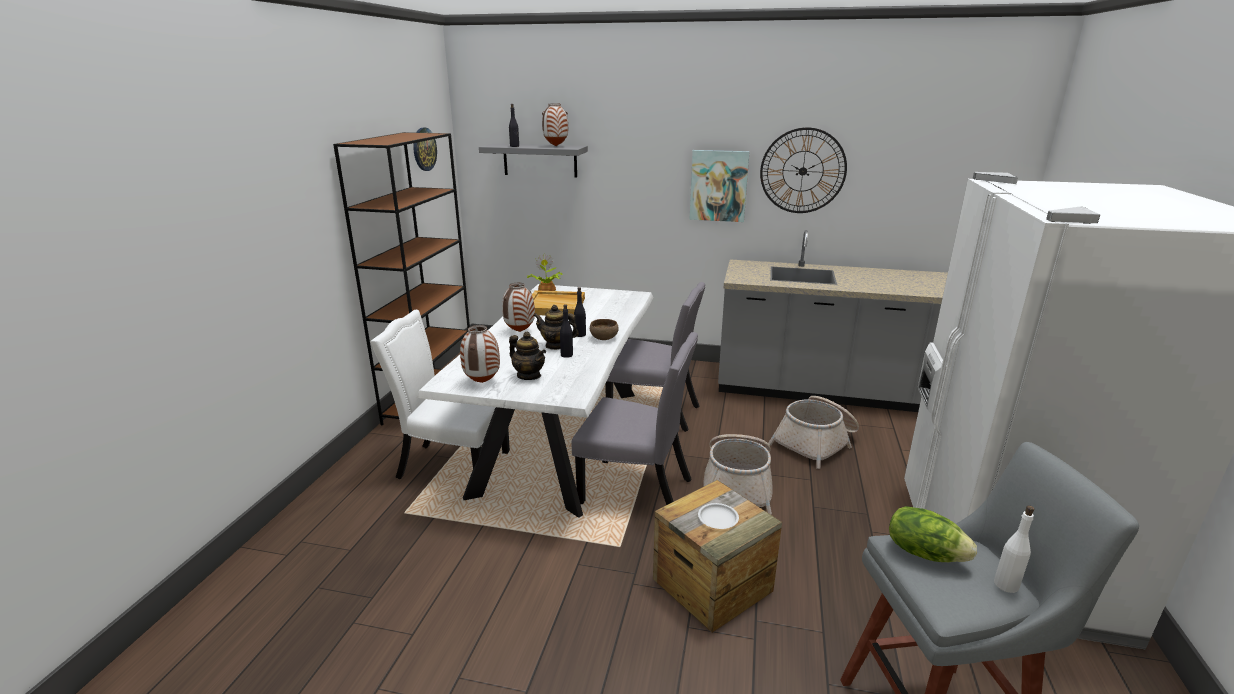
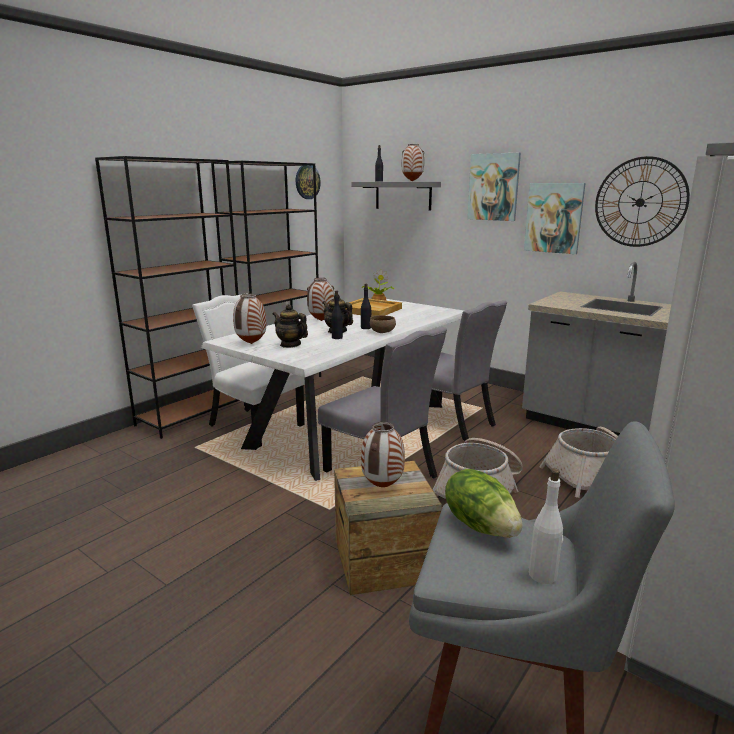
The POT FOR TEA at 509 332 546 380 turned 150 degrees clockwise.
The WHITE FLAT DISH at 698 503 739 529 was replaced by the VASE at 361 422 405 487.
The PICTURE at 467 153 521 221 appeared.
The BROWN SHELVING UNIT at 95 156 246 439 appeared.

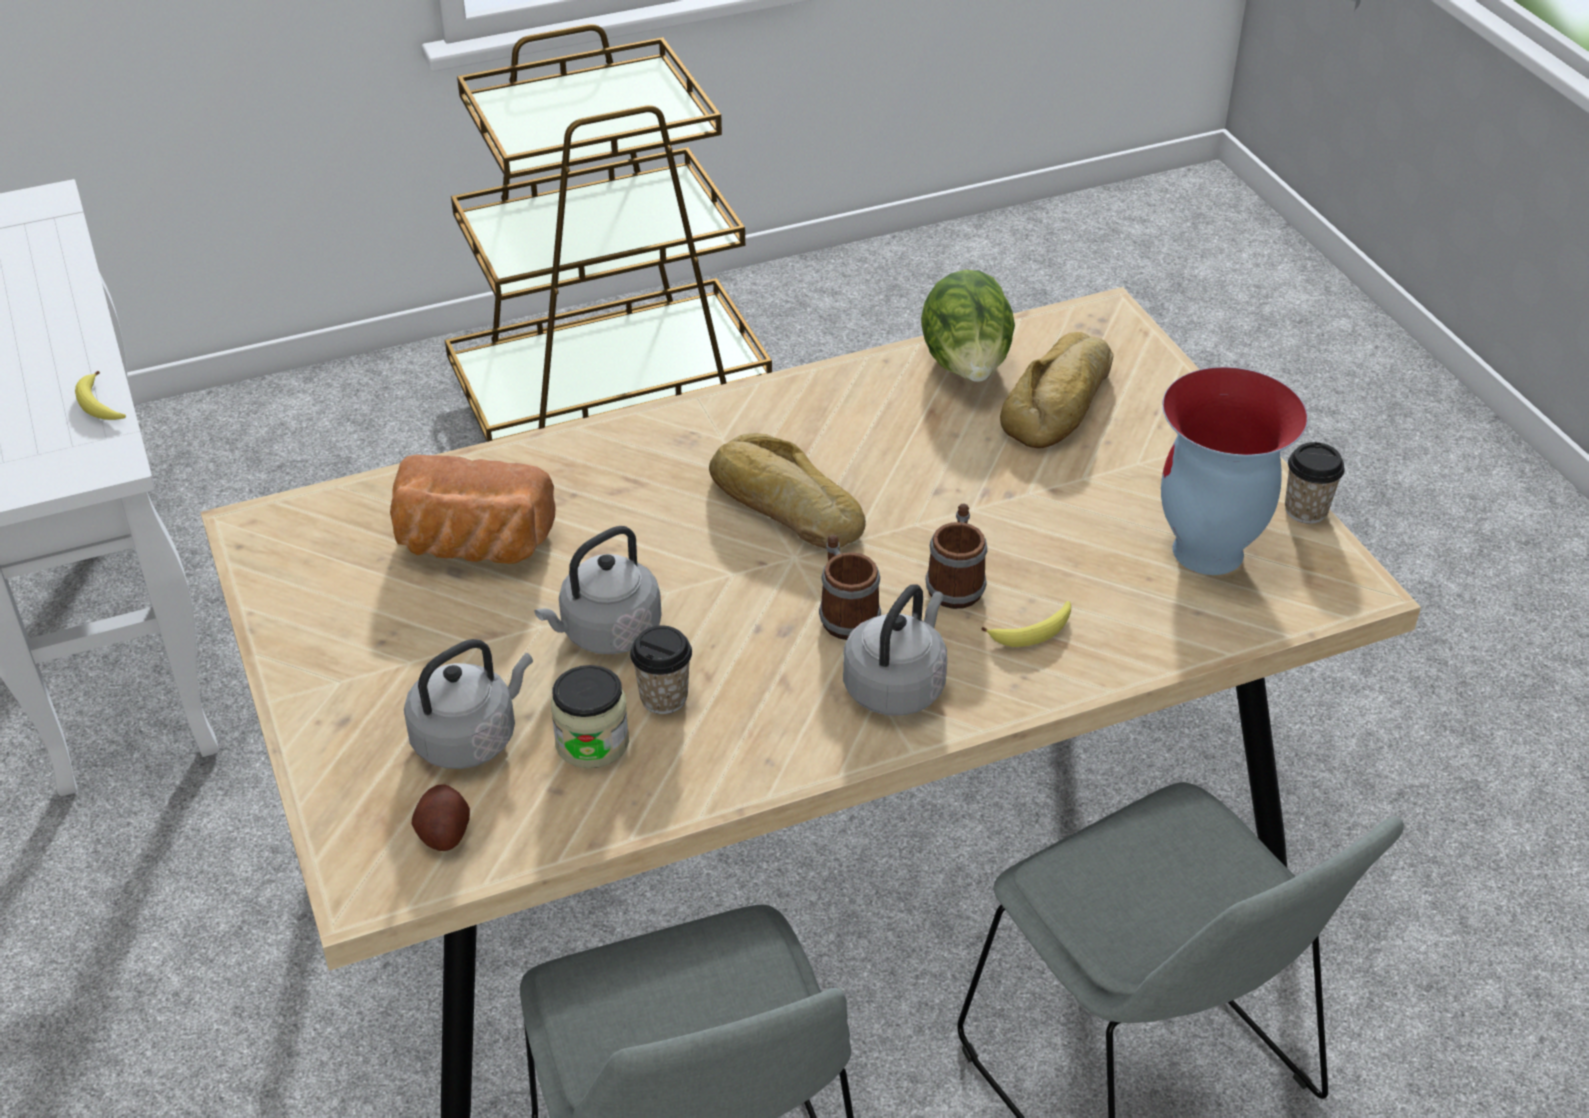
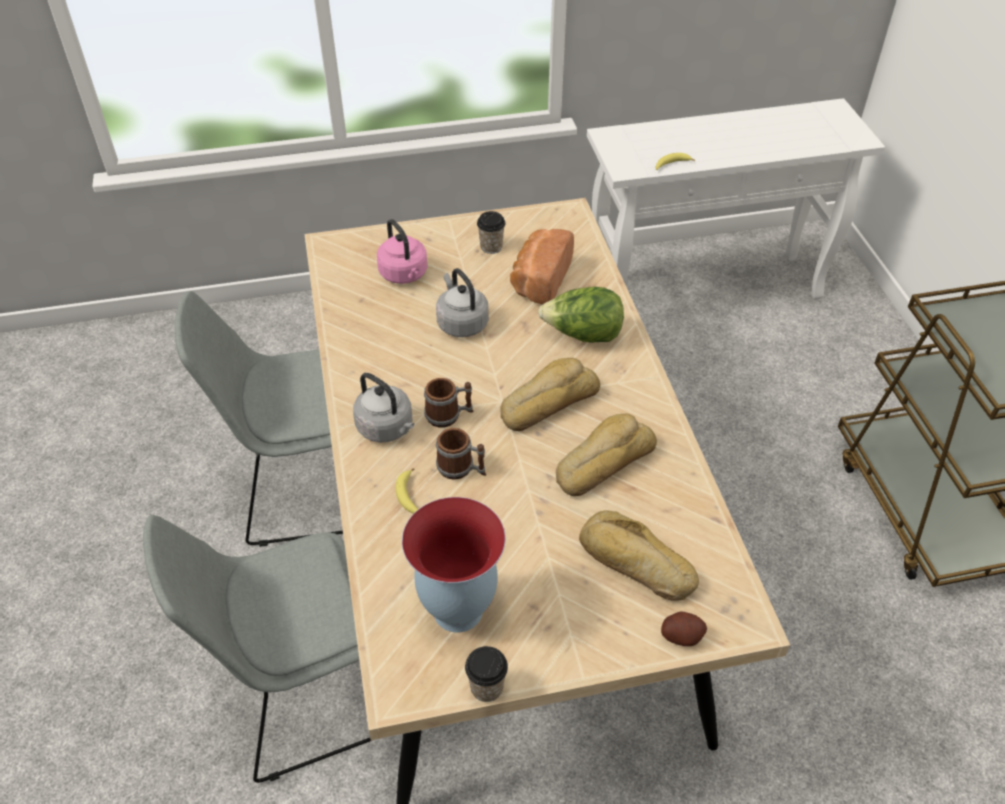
The HEAD OF LETTUCE moved from 921 270 1015 382 to 538 287 624 343.
The SMALL CUP moved from 630 626 692 714 to 477 211 506 254.
The GREYISH KETTLE at 404 639 533 769 became the PINK-COLOURED KETTLE at 377 219 427 284.
The PRESERVE JAR at 551 665 629 769 disappeared.
The POTATO moved from 412 784 470 851 to 661 611 707 646.
The BREAD at 556 414 657 496 appeared.

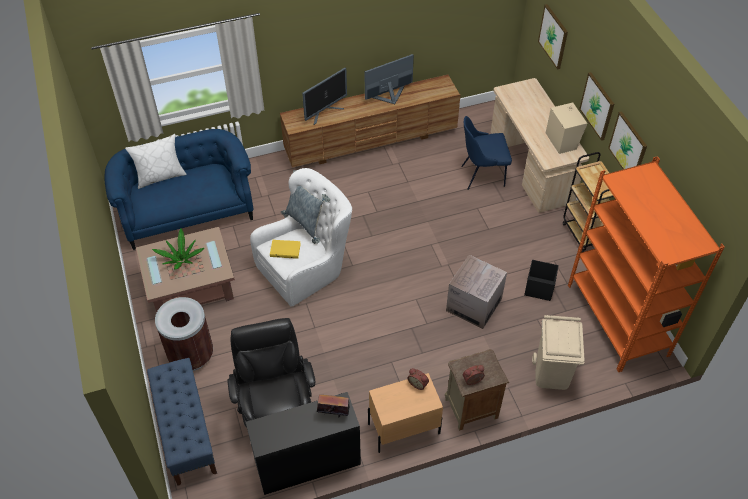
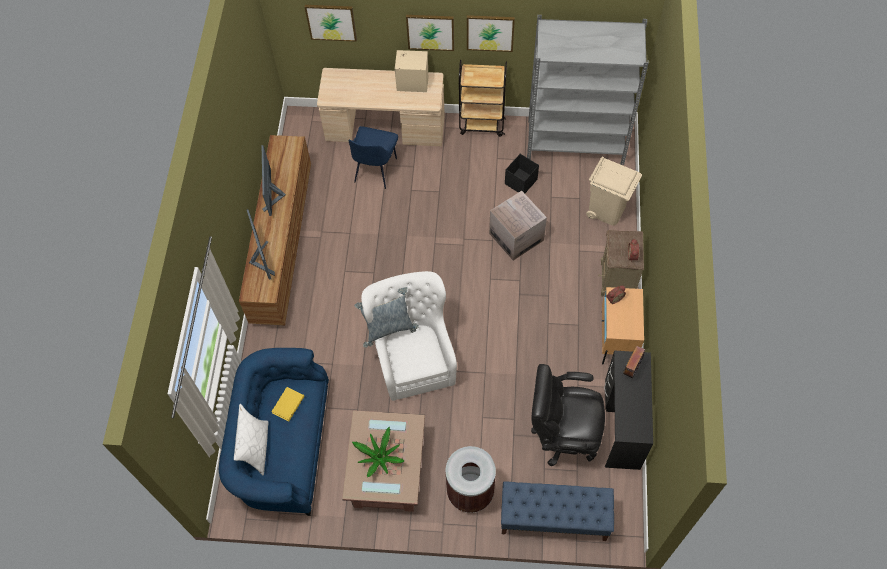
The ORANGEY SHELVING UNIT at 568 156 725 372 became the GREYISH SHELVING UNIT at 527 15 649 165.
The YELLOW-COLOURED VOLUME moved from 270 240 301 259 to 271 387 304 422.

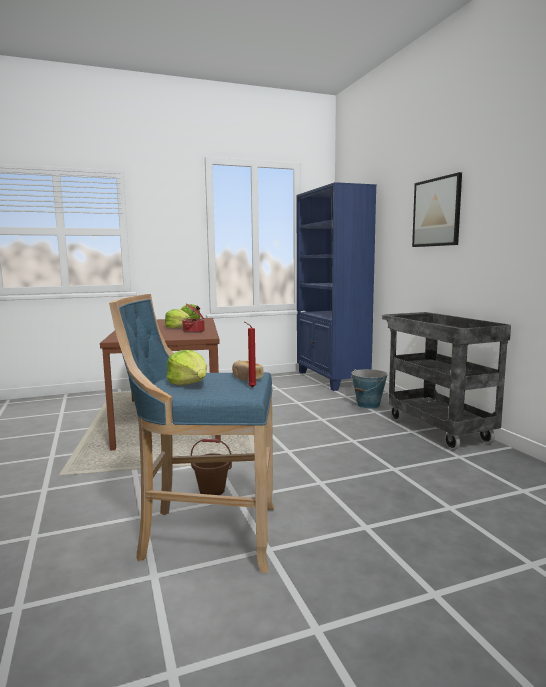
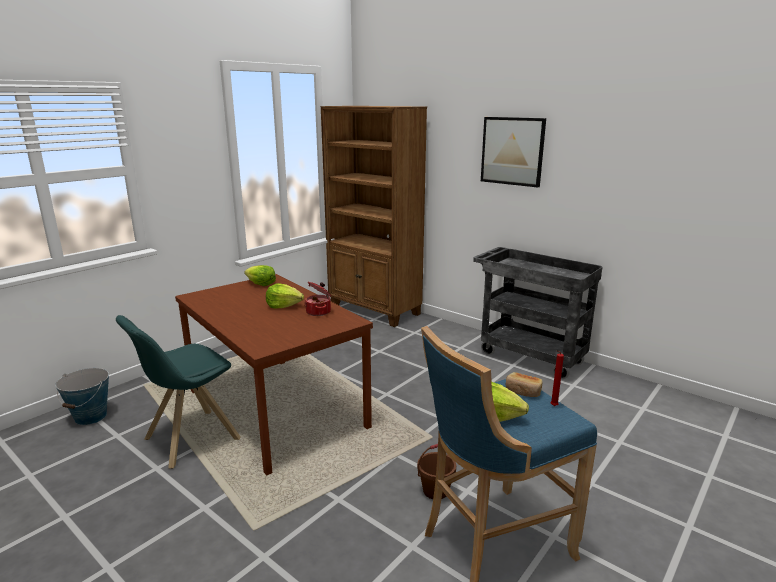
The BLUISH SHELVING UNIT at 297 182 377 391 became the BROWN SHELVING UNIT at 321 106 427 327.
The PAIL moved from 350 369 388 409 to 55 368 109 425.
The BLUE-GREEN UPRIGHT CHAIR at 116 315 240 469 appeared.

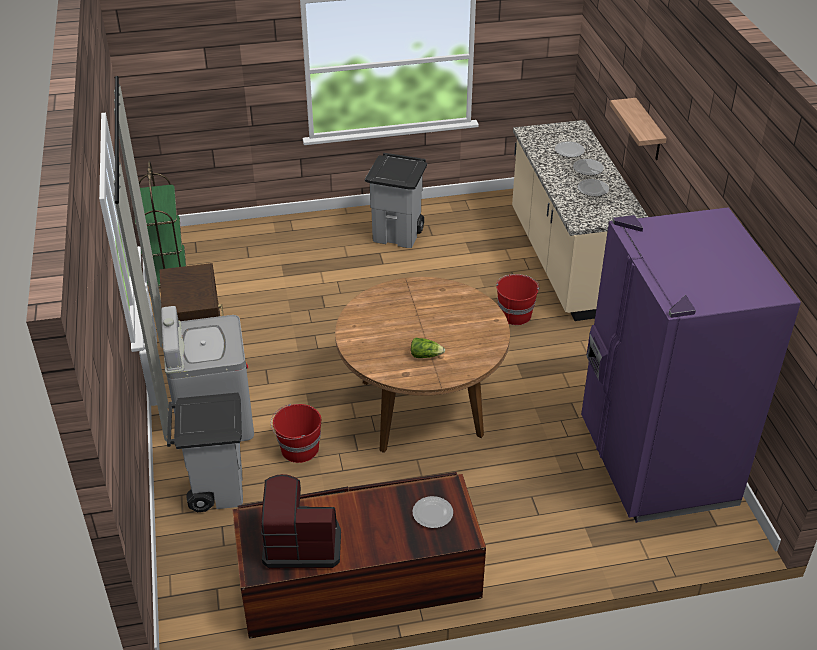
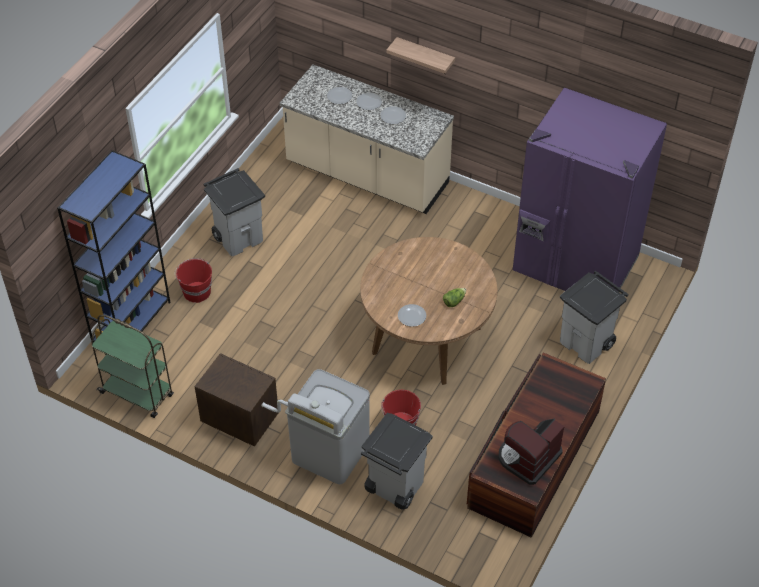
The RED-COLOURED PAIL moved from 496 274 540 325 to 175 258 212 303.
The FLAT DISH moved from 412 496 453 528 to 398 304 426 327.
The BLUISH SHELVING UNIT at 57 150 171 343 appeared.
The GREYISH WASTE BIN at 560 271 628 364 appeared.

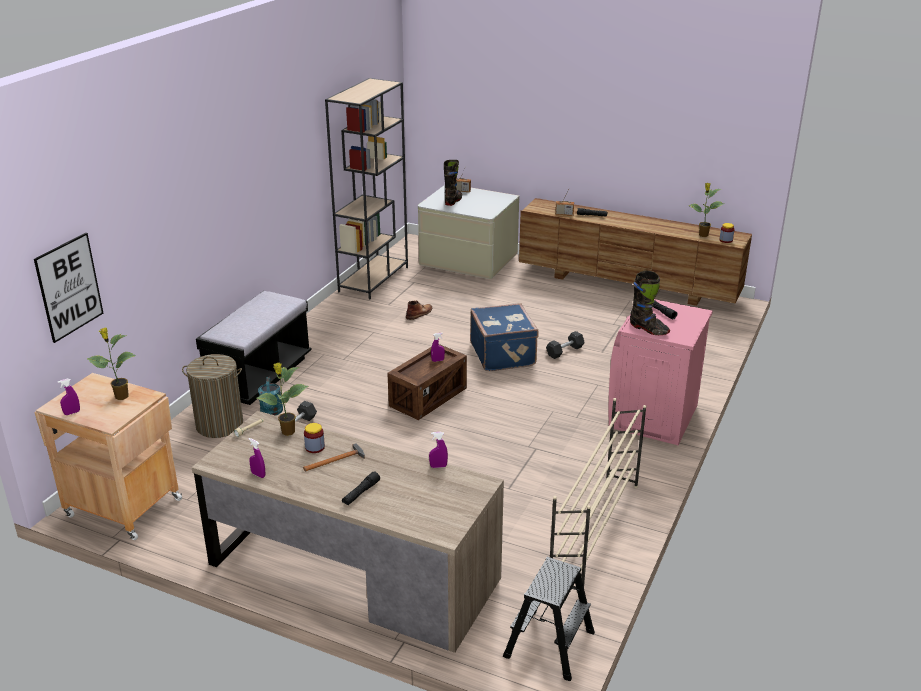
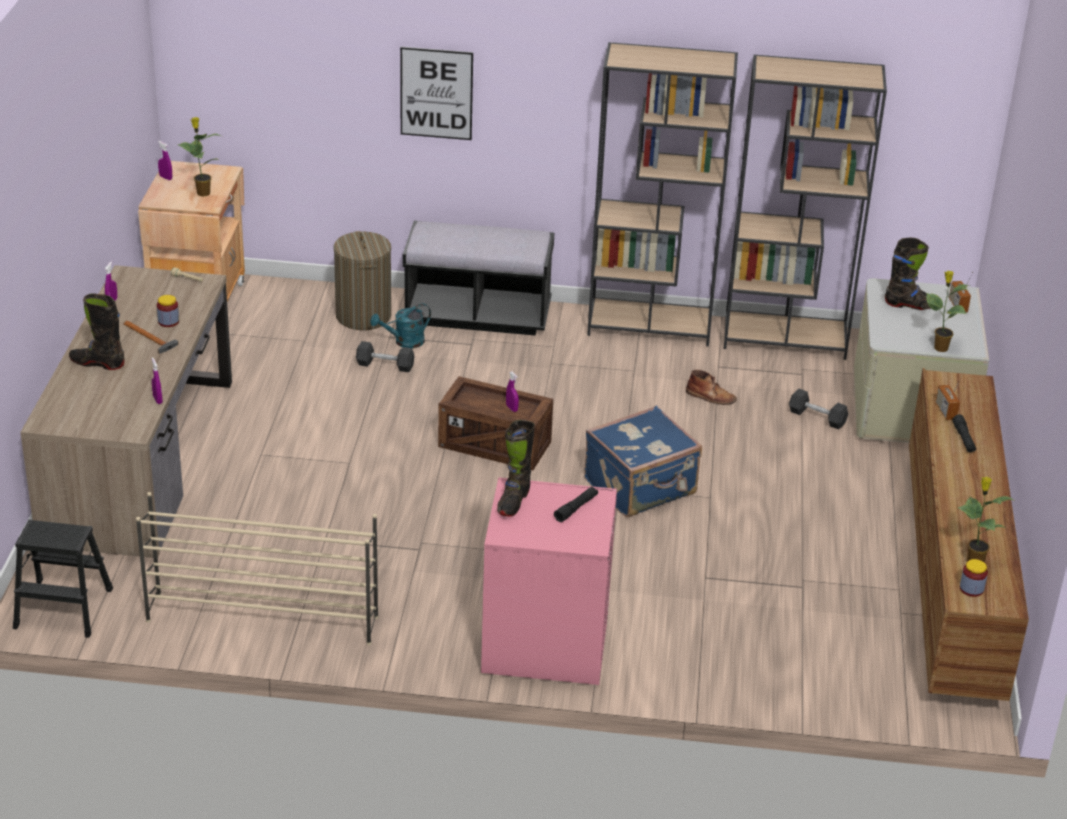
The PICTURE moved from 34 233 103 343 to 400 47 473 140.
The GREYISH FREE WEIGHT moved from 546 331 585 359 to 789 389 848 429.
The PLANT IN A POT moved from 256 363 308 436 to 926 271 969 352.
The BLACK-COLOURED FLASHLIGHT at 342 471 380 505 was replaced by the BLACK-COLOURED TALL BOOT at 69 293 125 370.
The SHELVING UNIT at 587 42 738 347 appeared.

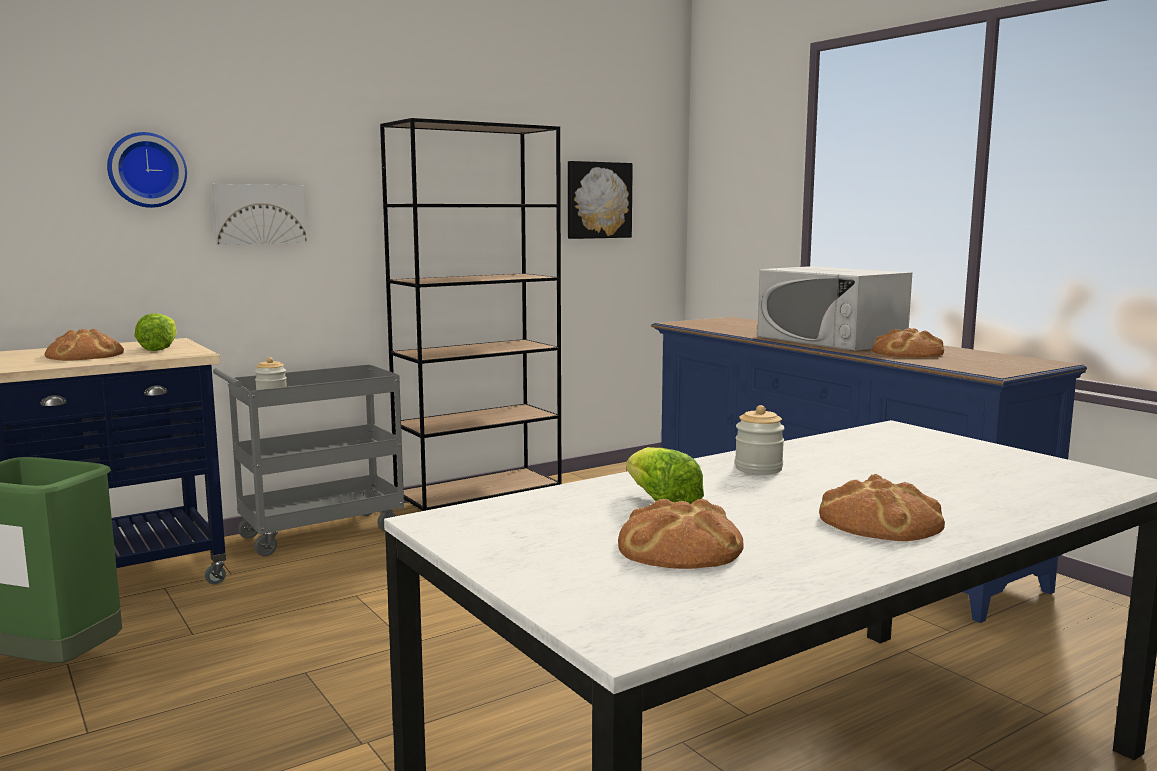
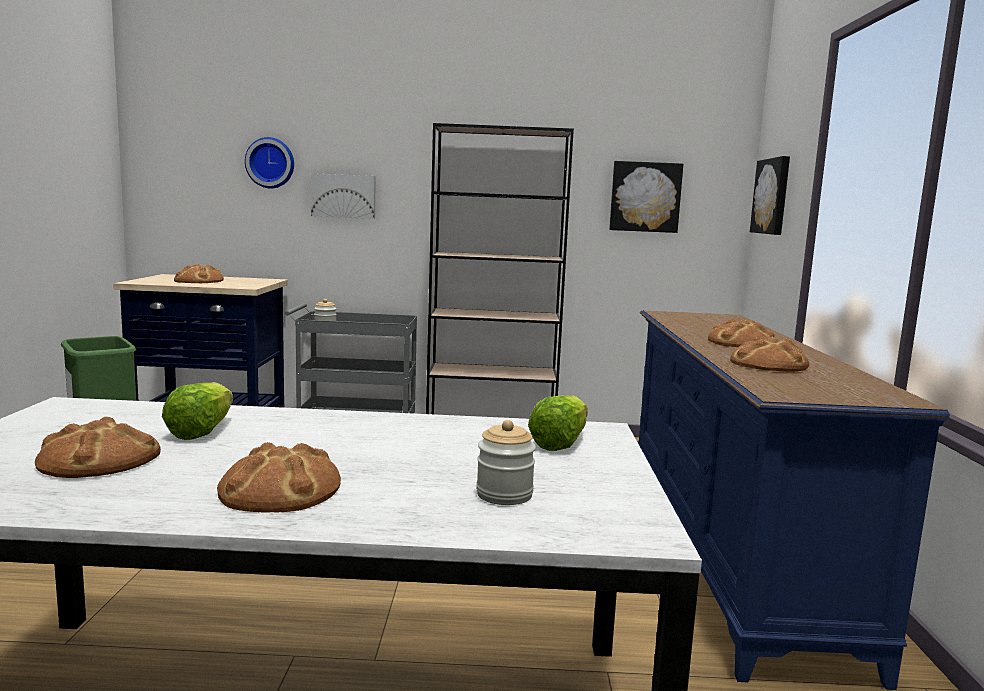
The WHITE KITCHEN MICROWAVE at 757 266 912 351 was replaced by the BREAD at 708 319 775 347.
The HEAD OF LETTUCE moved from 135 313 177 351 to 528 395 588 451.
The PRESERVE JAR moved from 735 405 785 474 to 476 420 536 505.
The PICTURE at 750 156 790 235 appeared.

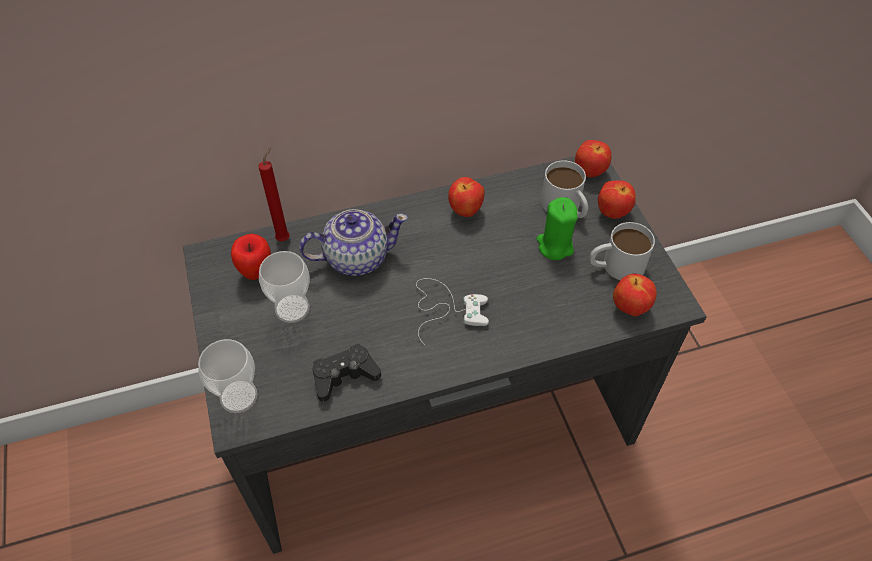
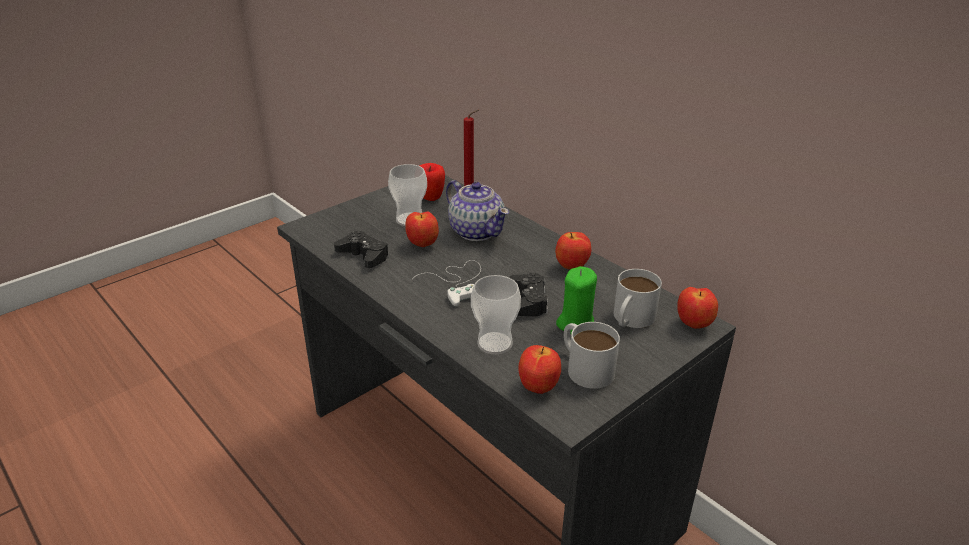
The APPLE moved from 598 180 636 219 to 405 211 439 247.
The SMALL CUP moved from 198 339 258 413 to 471 275 521 354.
The BLACK-COLOURED GAMEPAD at 509 273 548 316 appeared.

